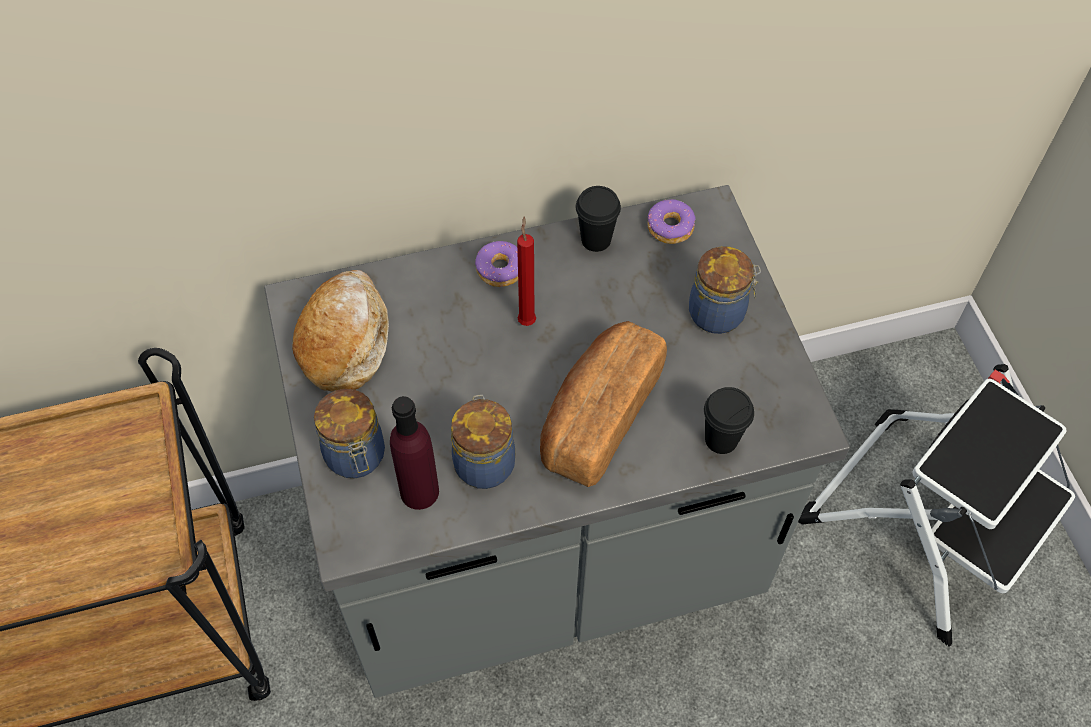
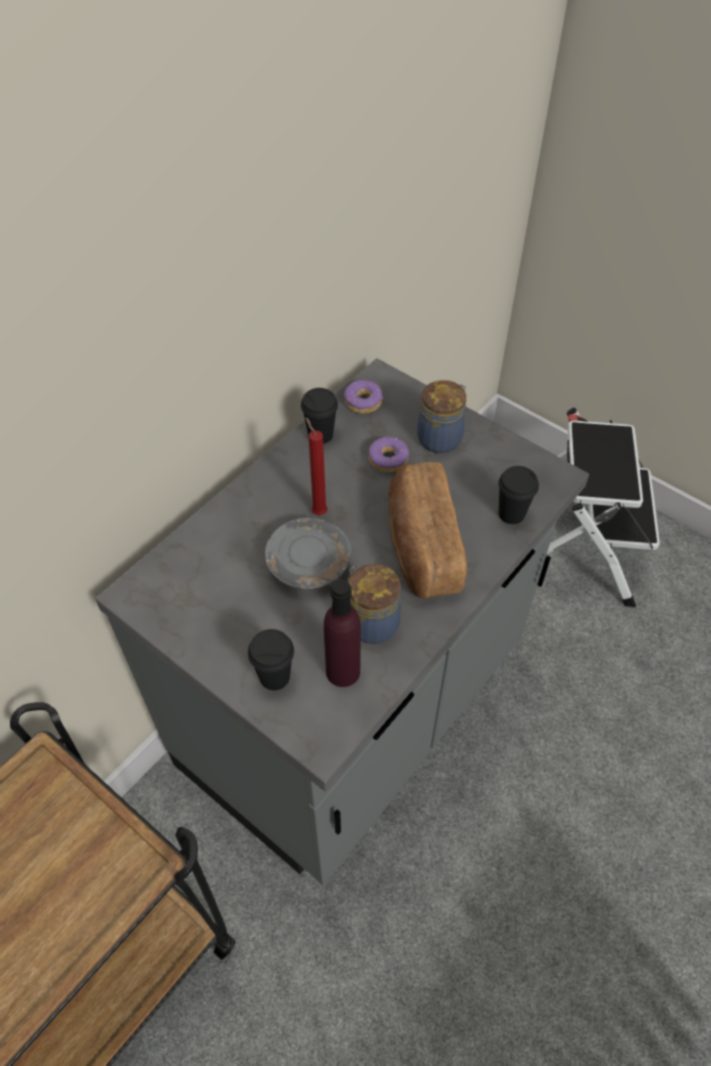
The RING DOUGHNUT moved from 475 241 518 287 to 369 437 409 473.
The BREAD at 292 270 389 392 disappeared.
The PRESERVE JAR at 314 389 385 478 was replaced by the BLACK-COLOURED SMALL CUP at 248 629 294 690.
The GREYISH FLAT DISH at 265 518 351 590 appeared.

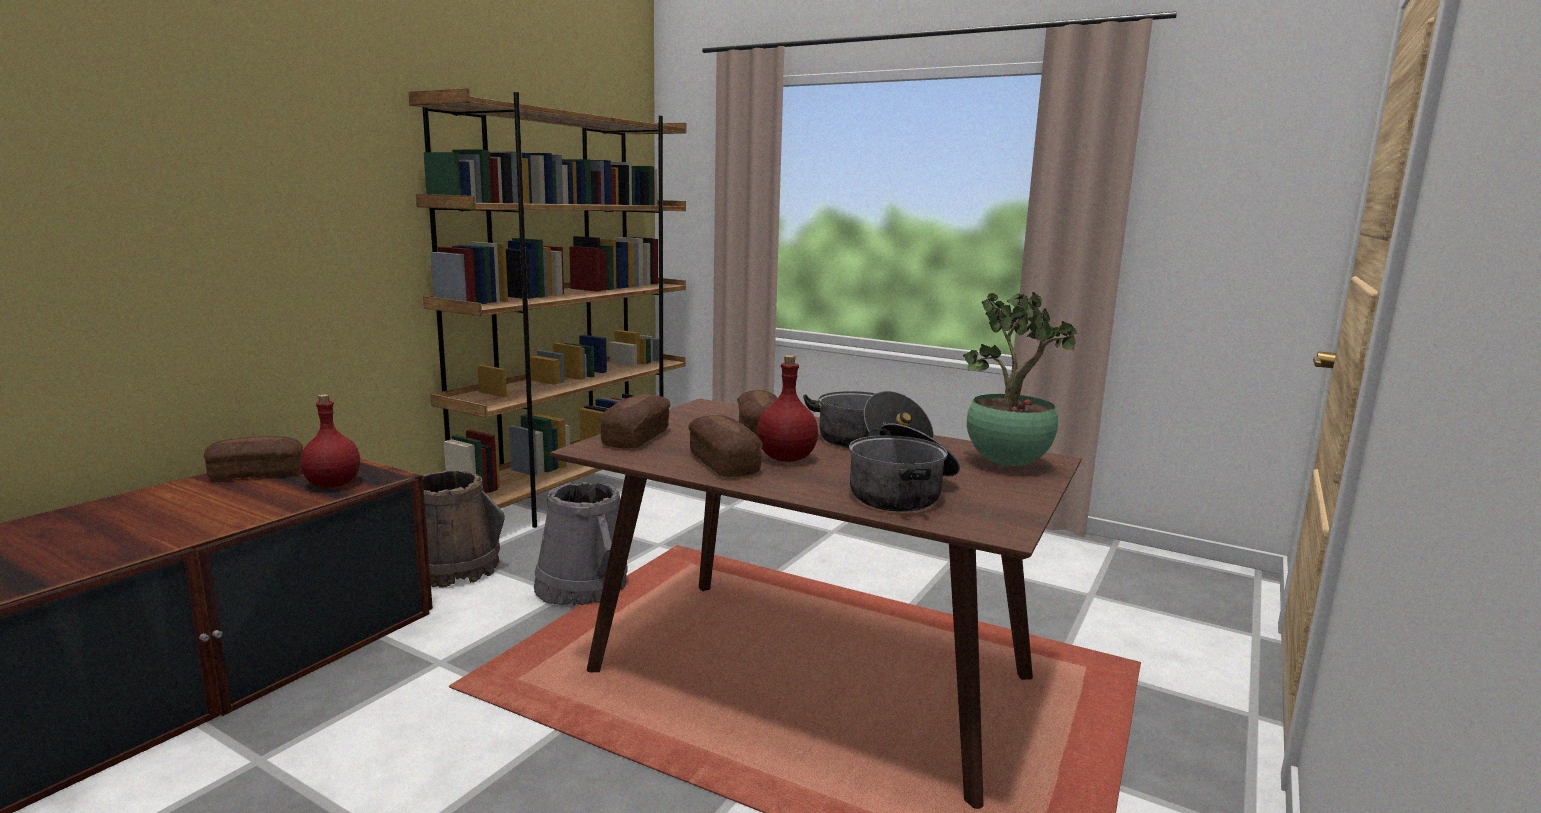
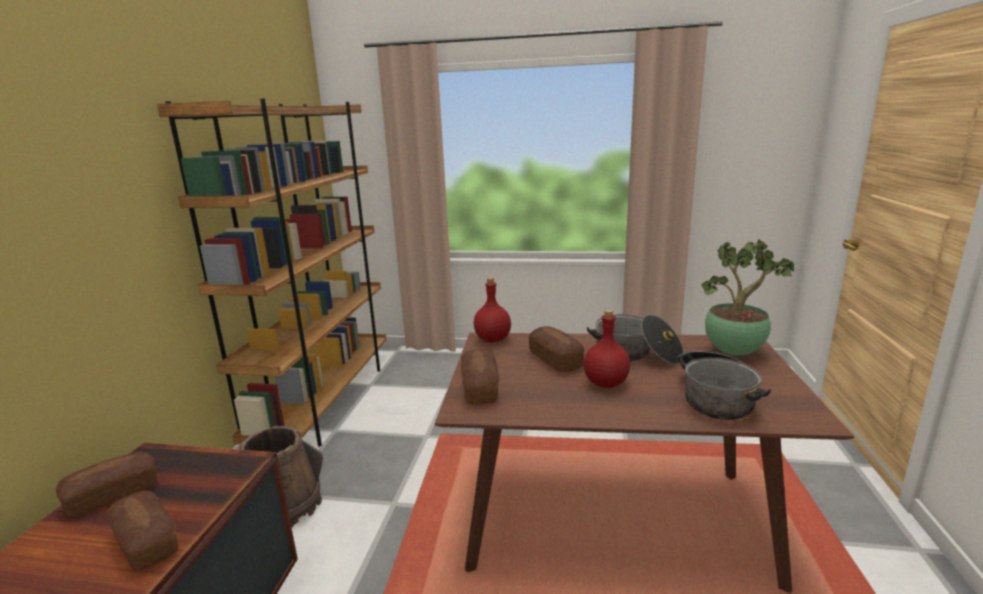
The RED-COLOURED BOTTLE moved from 300 394 360 487 to 474 278 511 342.
The BREAD moved from 688 415 763 477 to 106 490 179 571.
The GREYISH PAIL at 534 482 628 605 disappeared.

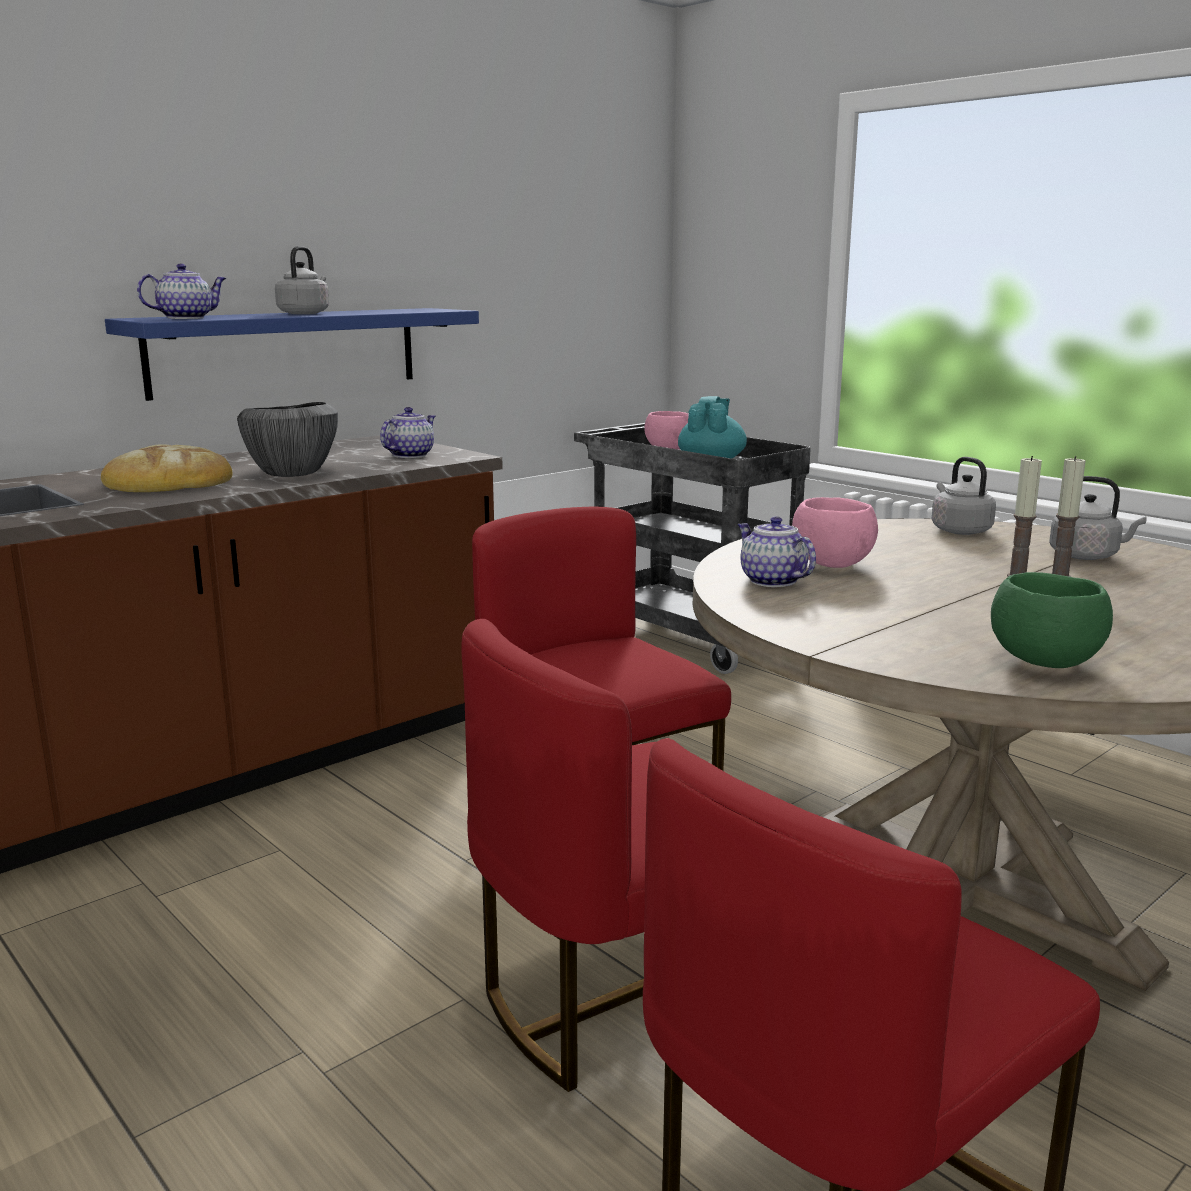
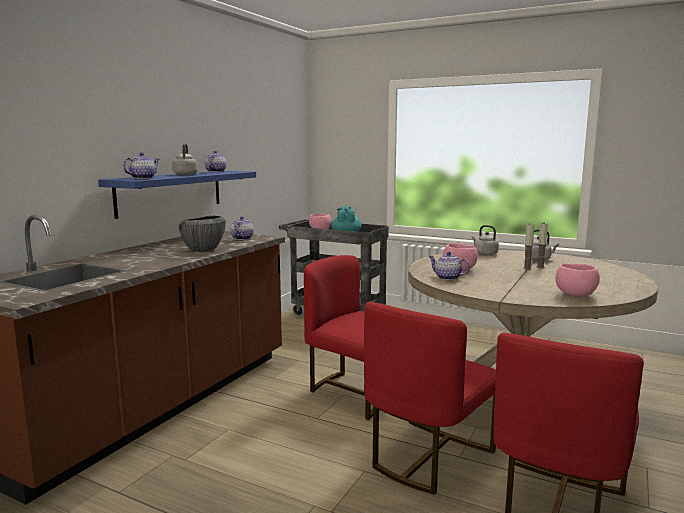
The BREAD at 101 444 233 492 disappeared.
The GREENISH BOWL at 991 572 1113 668 became the PINK-COLOURED BOWL at 555 263 600 297.
The POT FOR TEA at 204 151 226 172 appeared.

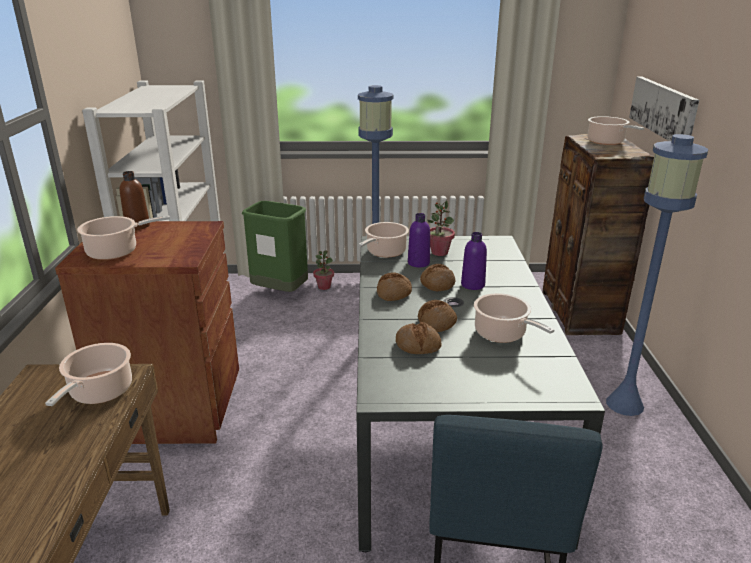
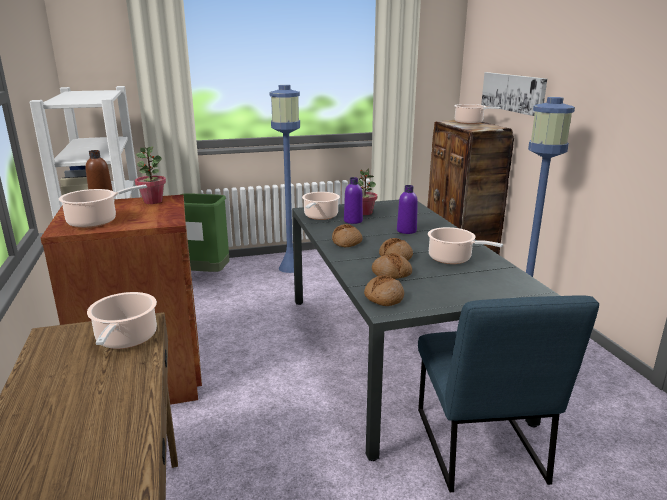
The PLANT IN A POT moved from 313 250 334 290 to 135 146 166 204.
The BREAD moved from 420 264 455 291 to 364 275 404 306.

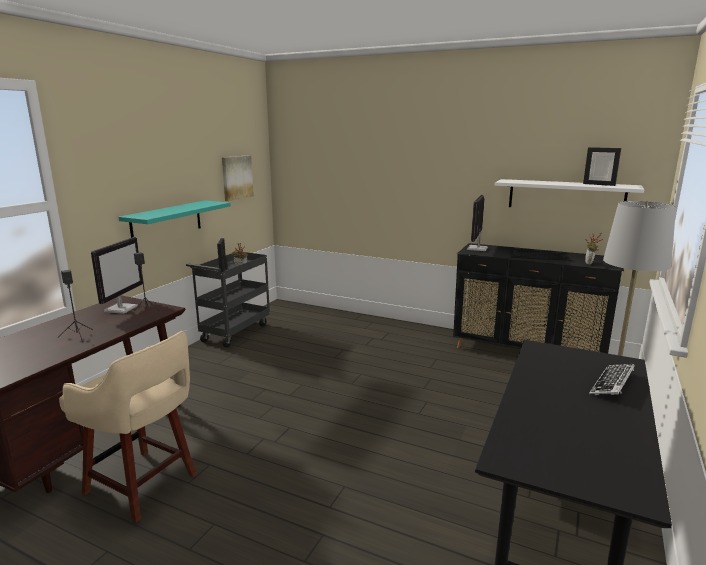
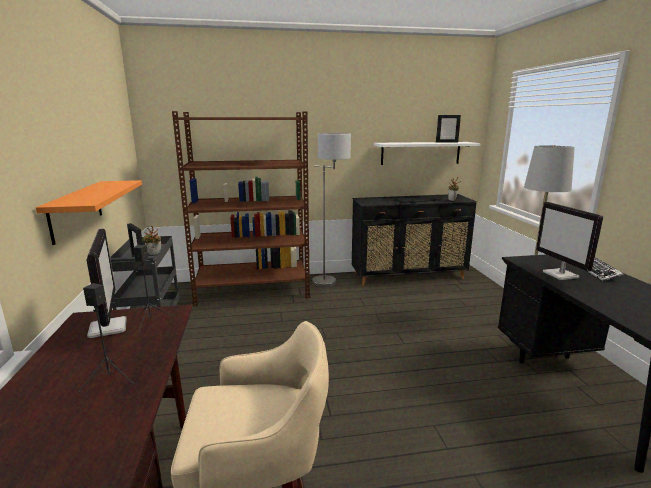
The PICTURE at 222 155 254 201 disappeared.
The MONITOR moved from 467 195 488 251 to 536 202 603 280.
The BLUE-GREEN WALL SHELF at 118 200 231 238 became the ORANGEY WALL SHELF at 36 180 142 245.
The BROWN SHELVING UNIT at 172 111 310 306 appeared.
The GREYISH FLOOR LAMP at 312 133 351 287 appeared.

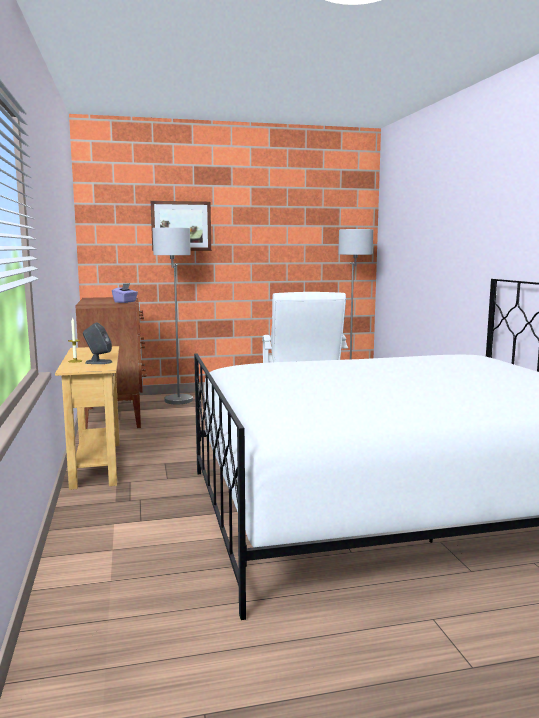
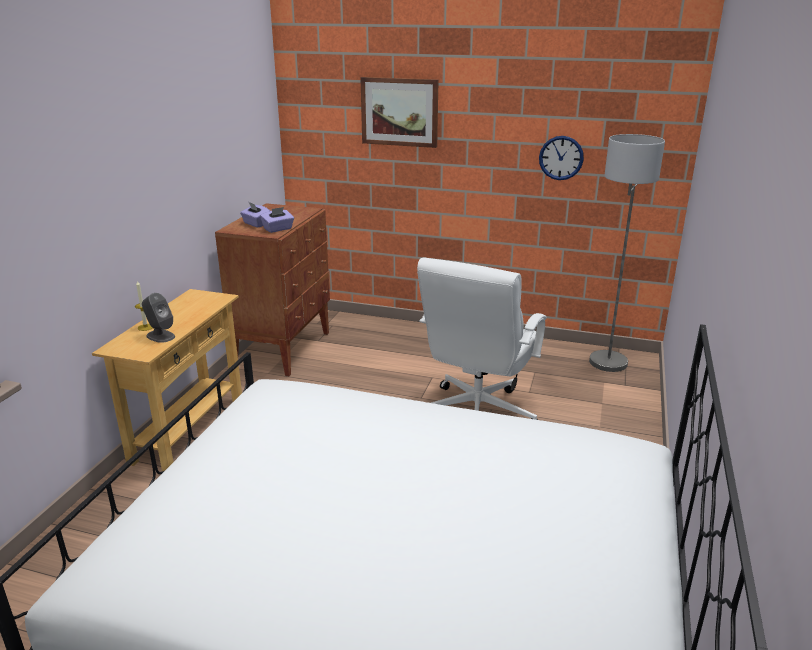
The GREYISH FLOOR LAMP at 153 227 193 404 disappeared.
The CLOCK ON THE WALL at 539 136 584 180 appeared.
The PURPLE-COLOURED TISSUE BOX at 240 202 270 228 appeared.

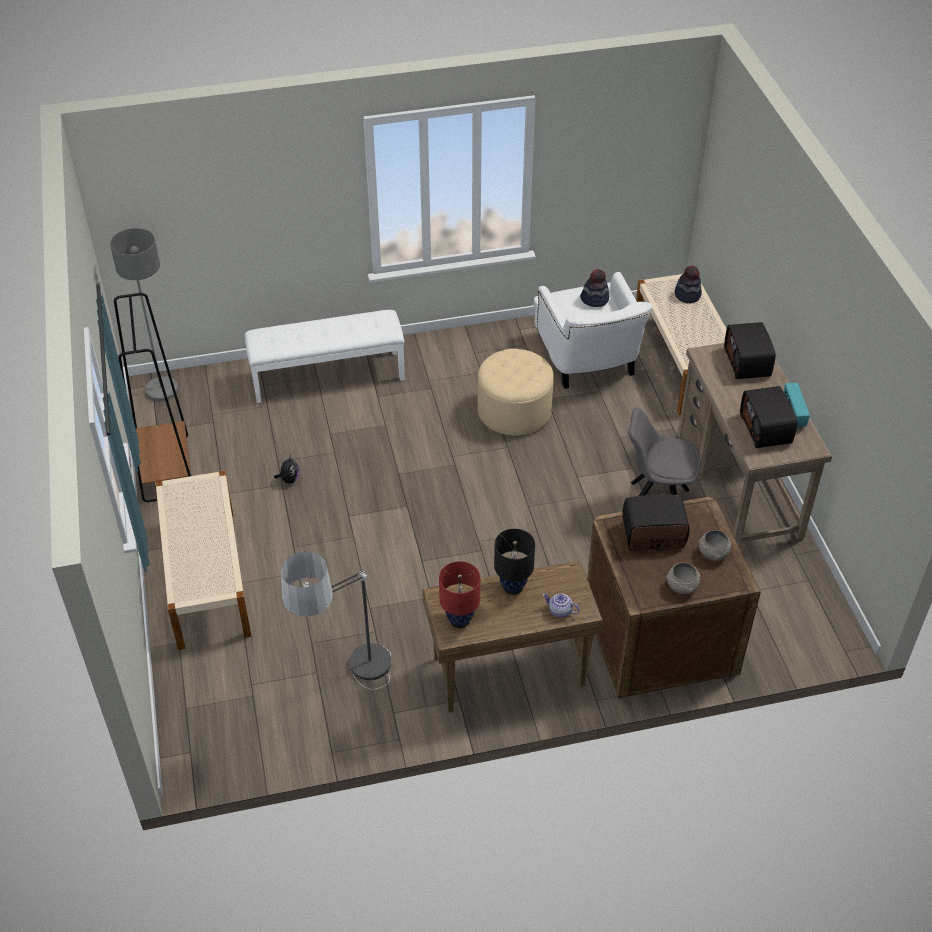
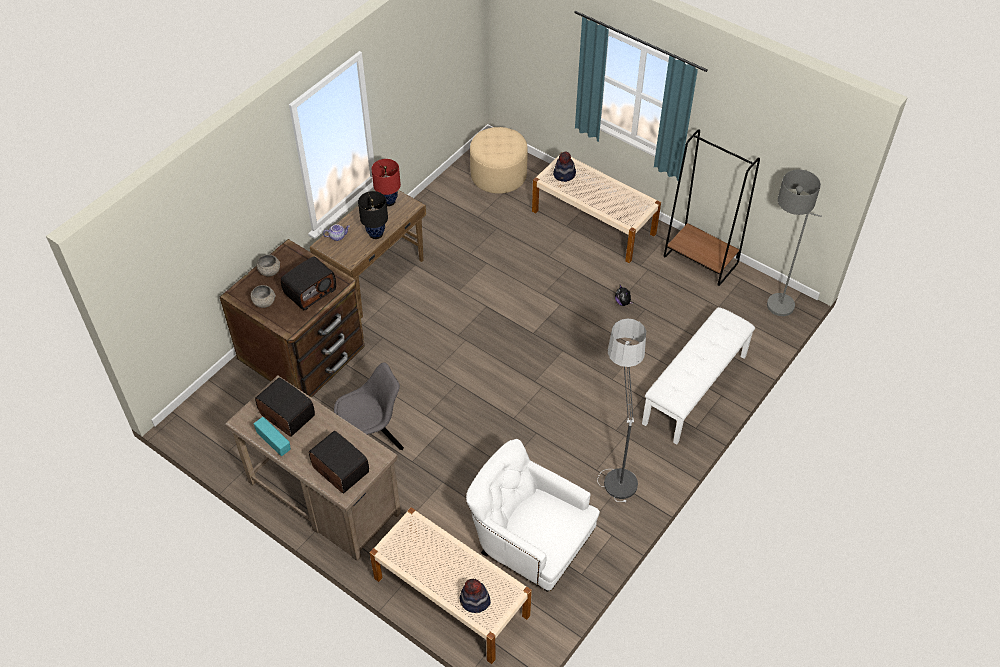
The WEARABLE HAT moved from 580 269 609 307 to 553 152 576 182.
The BEIGE-COLOURED POUFFE moved from 478 349 554 436 to 470 127 528 194.
The FLOOR LAMP moved from 281 552 391 690 to 597 319 646 502.

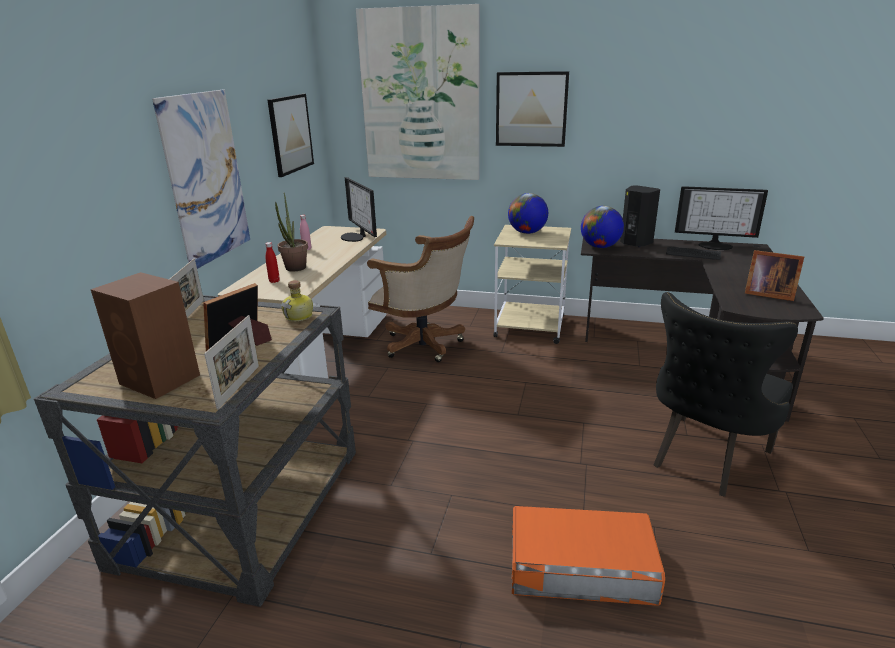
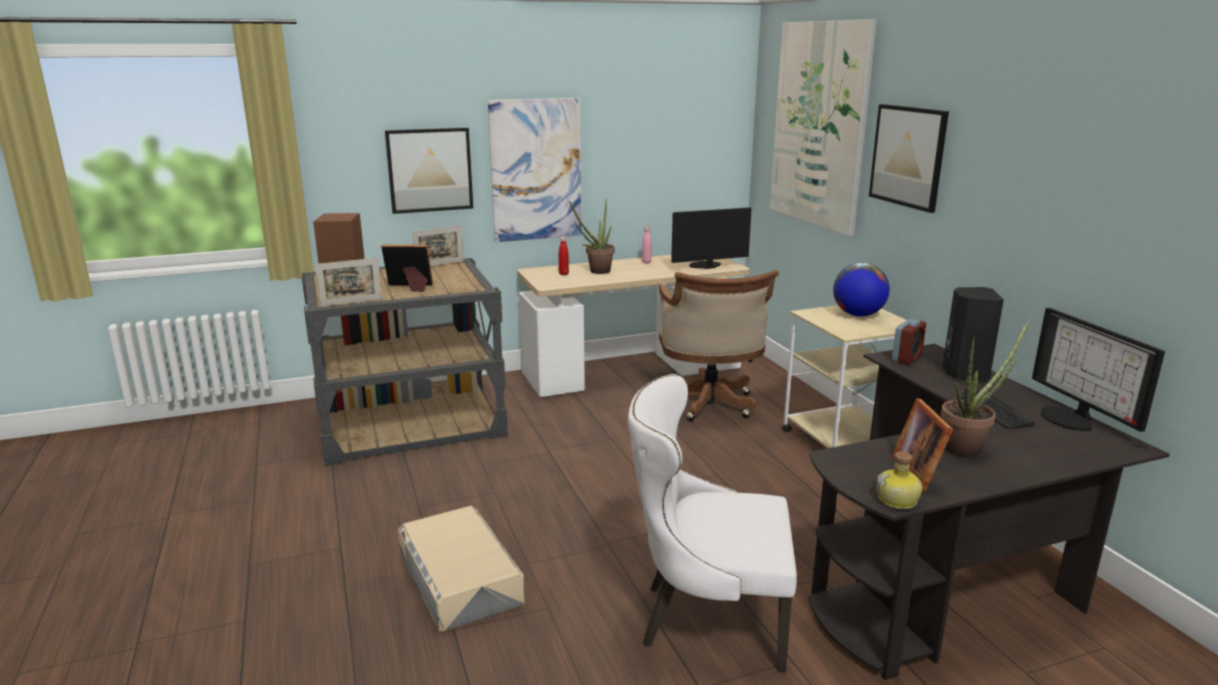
The PICTURE moved from 267 94 314 177 to 385 127 473 214.
The MONITOR at 341 177 377 242 turned 45 degrees clockwise.
The DESK GLOBE at 581 206 624 248 was replaced by the TABLE CLOCK at 892 319 926 365.
The BOTTLE moved from 281 280 313 322 to 877 451 922 509.
The BLACK-COLOURED UPRIGHT CHAIR at 654 292 798 497 became the WHITE UPRIGHT CHAIR at 628 374 797 673.
The ORANGEY STORAGE BOX at 512 506 665 606 became the BEIGE-COLOURED STORAGE BOX at 398 506 525 632.
The PLANT IN A POT at 941 321 1029 457 appeared.

